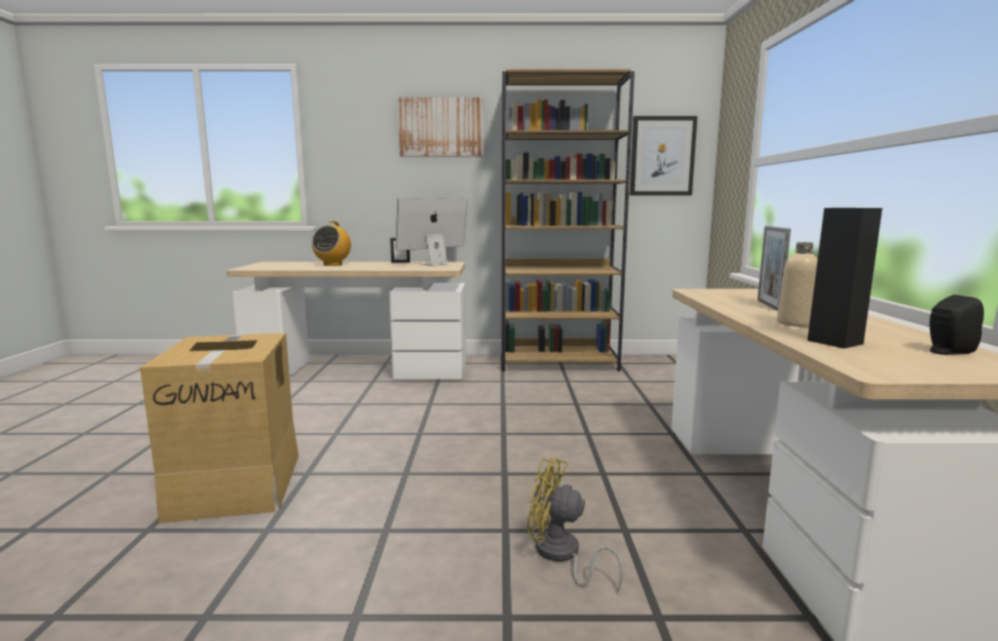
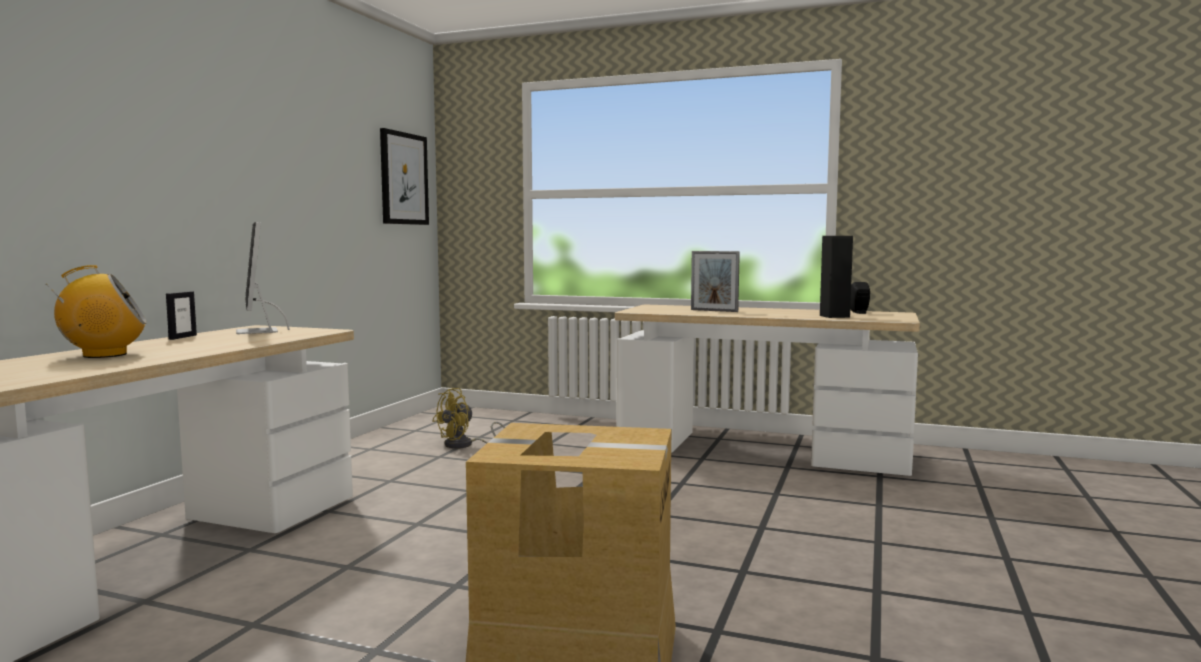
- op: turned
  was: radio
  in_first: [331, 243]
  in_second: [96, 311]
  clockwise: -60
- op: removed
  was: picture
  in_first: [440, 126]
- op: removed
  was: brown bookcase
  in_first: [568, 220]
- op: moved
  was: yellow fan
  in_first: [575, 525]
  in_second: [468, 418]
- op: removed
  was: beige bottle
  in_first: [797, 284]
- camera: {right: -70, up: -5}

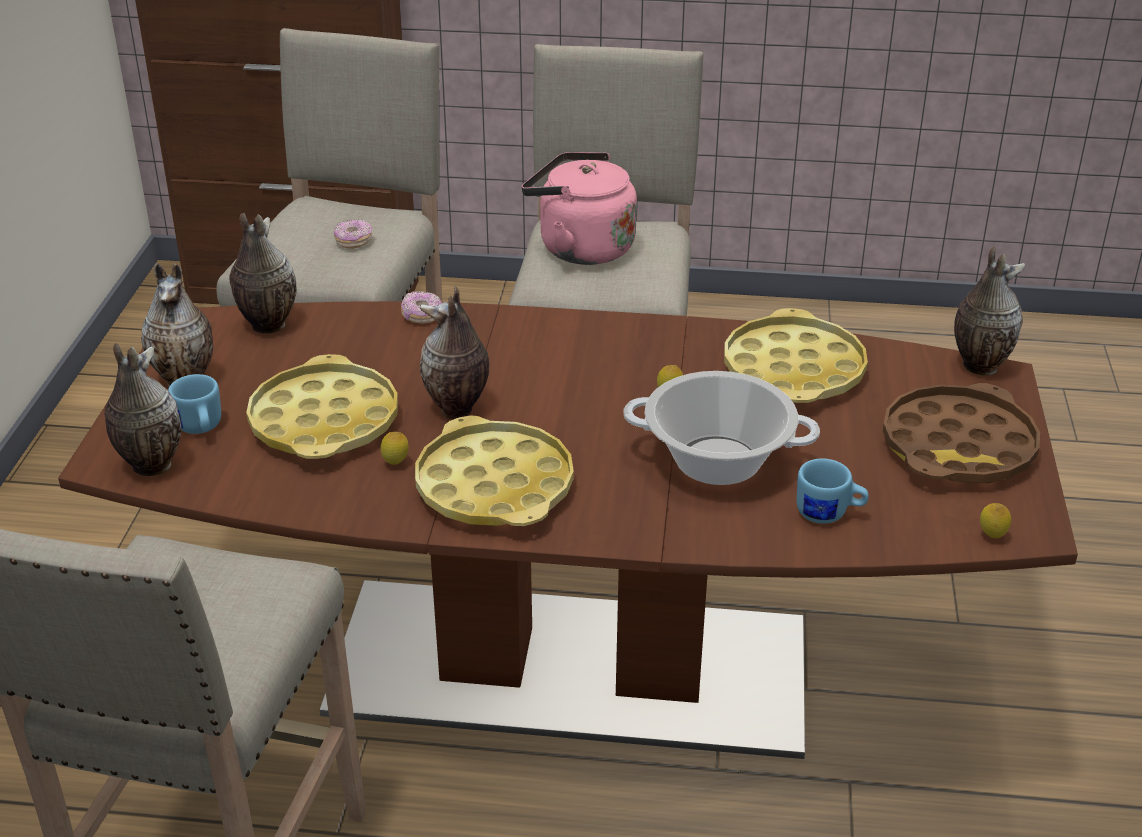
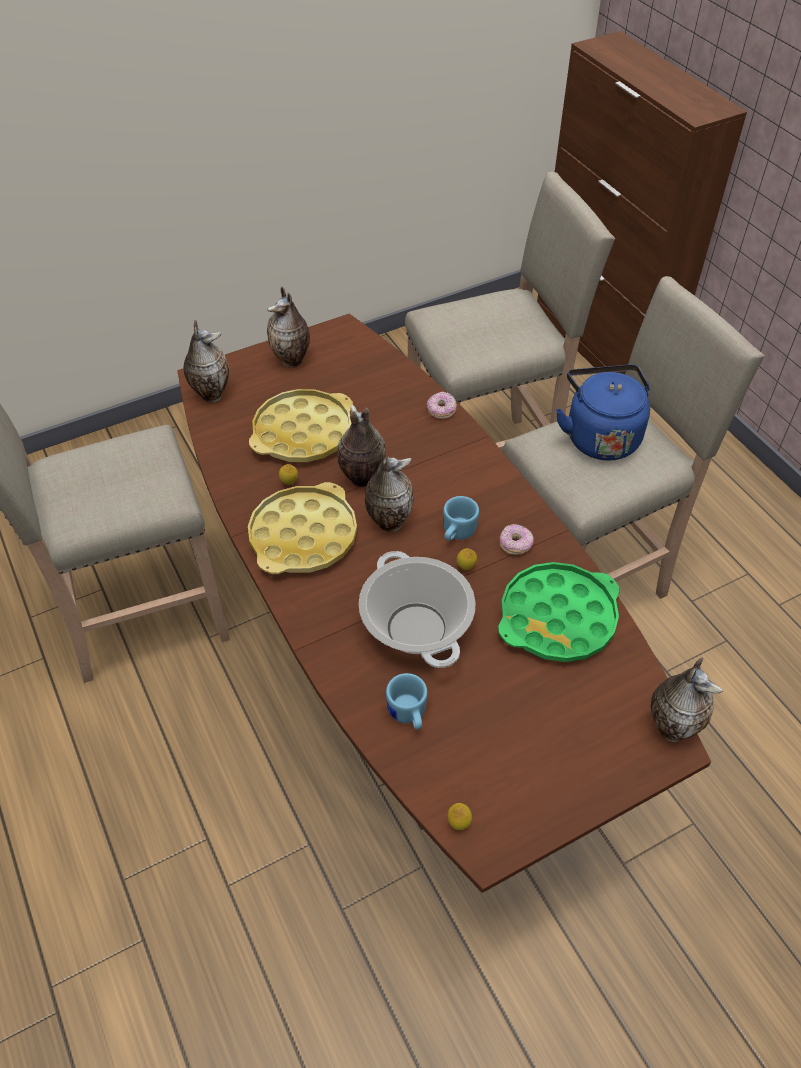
- op: moved
  was: blue mug
  in_first: [194, 404]
  in_second: [461, 518]
- op: moved
  was: vase
  in_first: [263, 273]
  in_second: [389, 490]
- op: moved
  was: donut
  in_first: [353, 234]
  in_second: [517, 539]
- op: recoloured
  was: pink kettle
  now: blue kettle
  in_first: [579, 208]
  in_second: [603, 412]
- op: recoloured
  was: yellow tray
  now: green tray
  in_first: [796, 355]
  in_second: [559, 612]
- op: removed
  was: brown tray
  in_first: [961, 433]
- camera: {right: 55, up: 15}

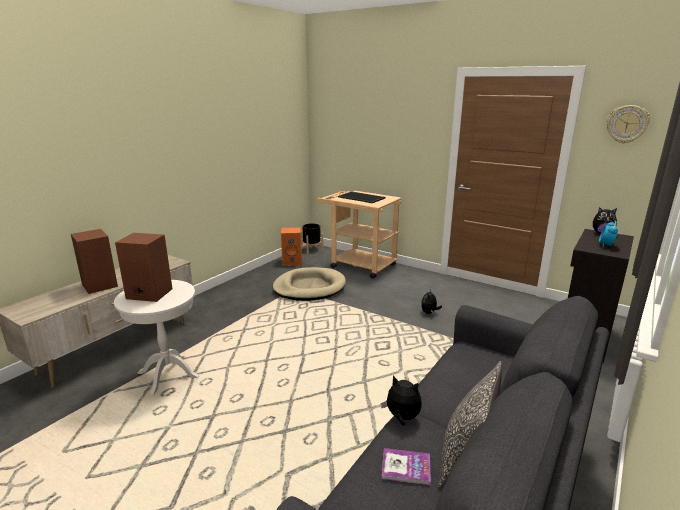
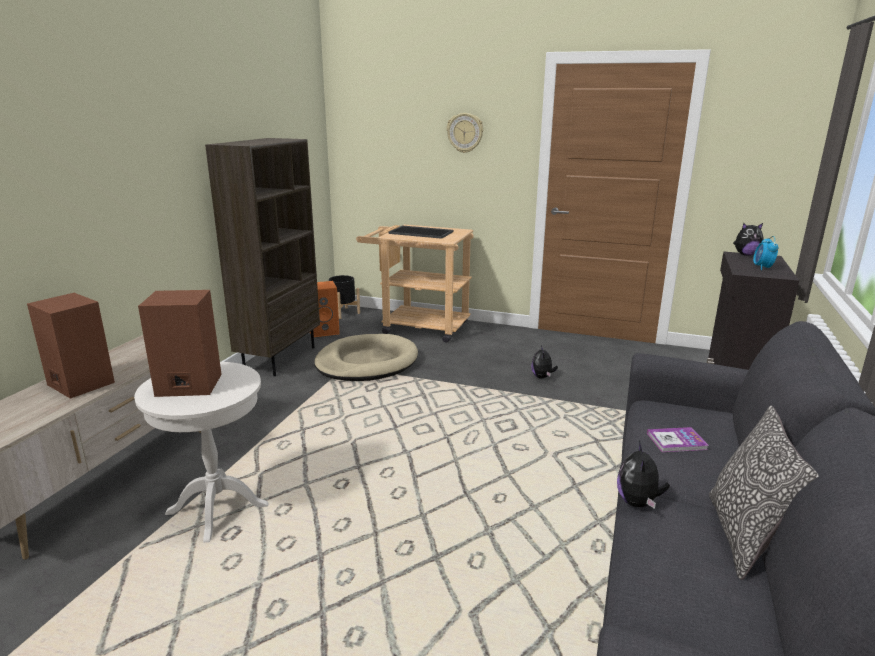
- op: turned
  was: plush toy
  in_first: [401, 400]
  in_second: [643, 475]
  clockwise: -90
- op: moved
  was: book
  in_first: [406, 466]
  in_second: [678, 439]
- op: moved
  was: wall clock
  in_first: [628, 124]
  in_second: [465, 133]
- op: added
  now: brown bookcase
  in_second: [262, 257]
- camera: {right: -15, up: 0}

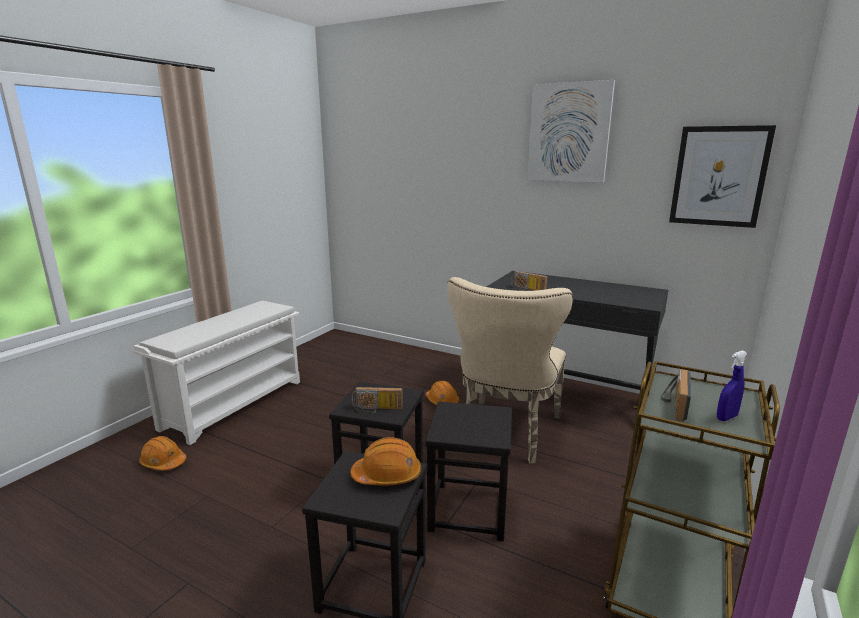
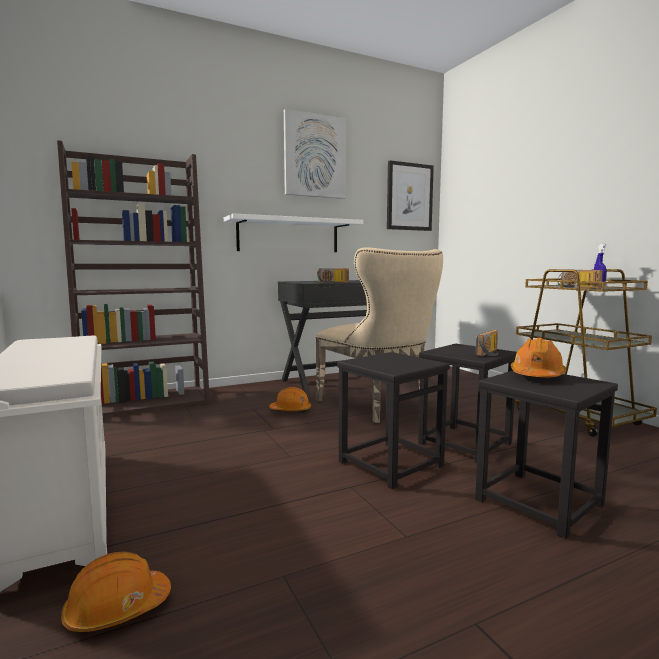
- op: moved
  was: radio
  in_first: [377, 400]
  in_second: [486, 343]
- op: added
  now: brown bookcase
  in_second: [133, 278]
- op: added
  now: white shelf
  in_second: [293, 233]
- camera: {right: -55, up: -10}

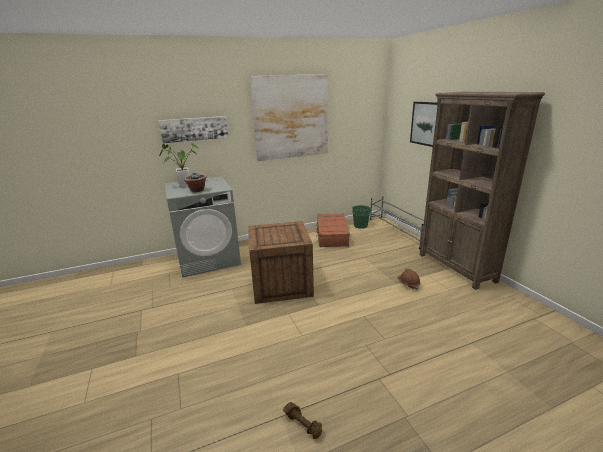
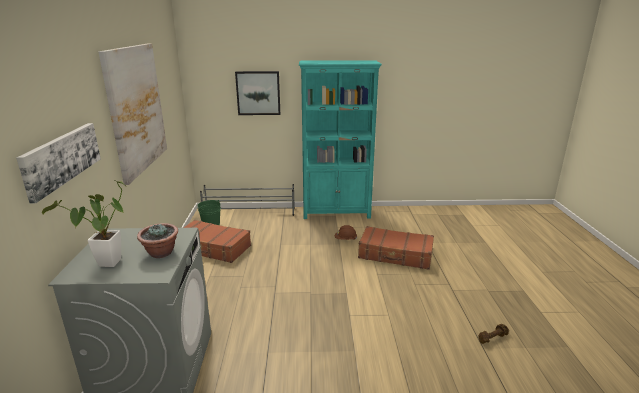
- op: removed
  was: crate
  in_first: [281, 262]
- op: recoloured
  was: brown bookcase
  now: turquoise bookcase
  in_first: [482, 191]
  in_second: [340, 139]
- op: added
  now: brown suitcase
  in_second: [396, 248]
- camera: {right: -70, up: 0}

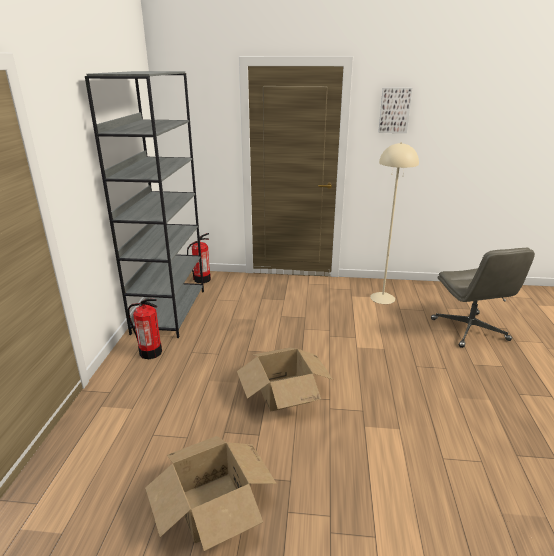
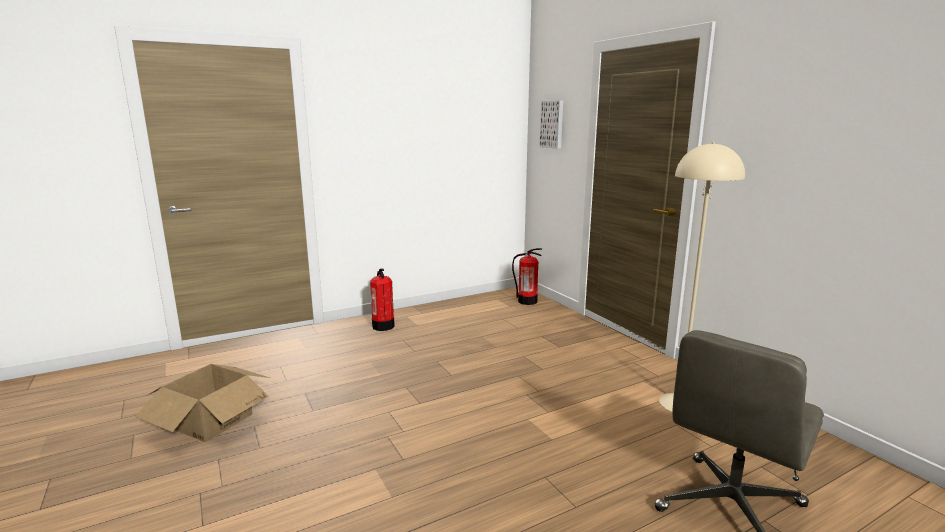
- op: removed
  was: grey bookcase
  in_first: [144, 204]
- op: removed
  was: cardboard box
  in_first: [285, 379]
- op: moved
  was: picture
  in_first: [395, 110]
  in_second: [551, 124]
- camera: {right: 55, up: -10}

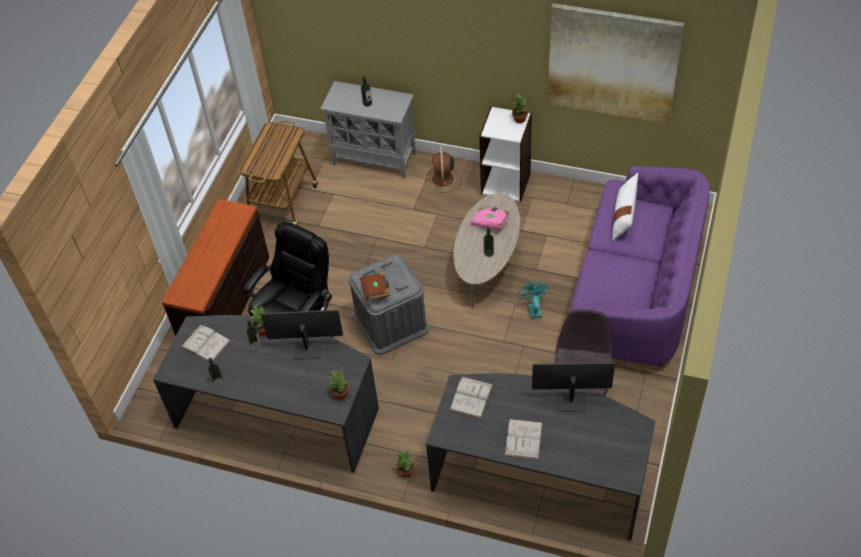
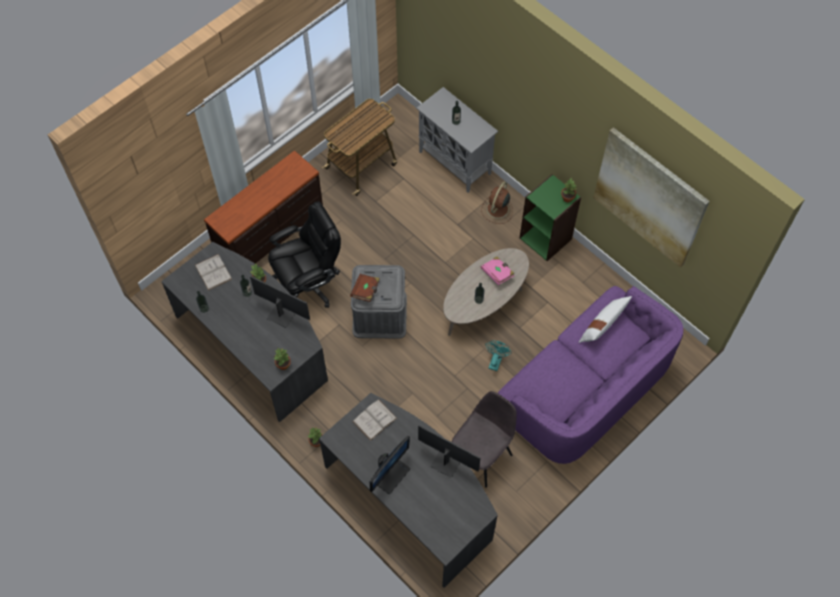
- op: recoloured
  was: white bookcase
  now: green bookcase
  in_first: [506, 154]
  in_second: [550, 217]
- op: replaced
  was: white book
  now: monitor
  in_first: [524, 439]
  in_second: [390, 465]
- camera: {right: 25, up: 10}

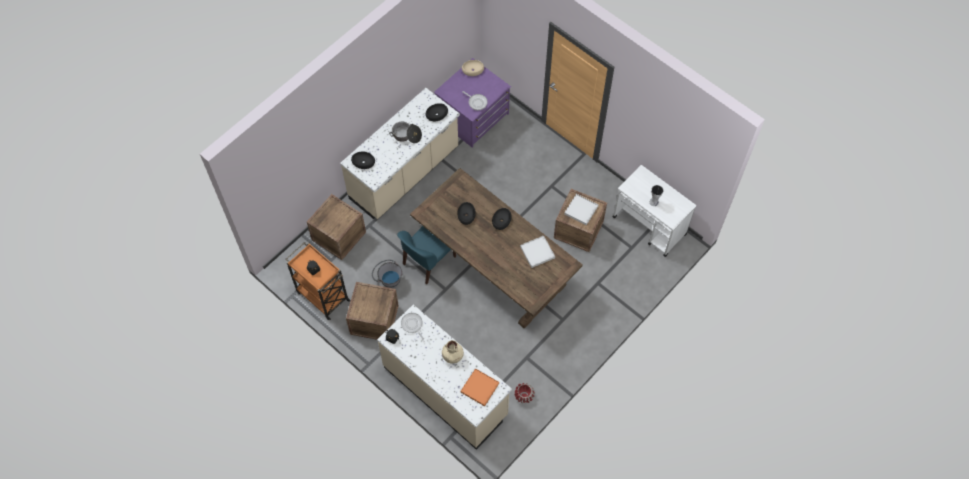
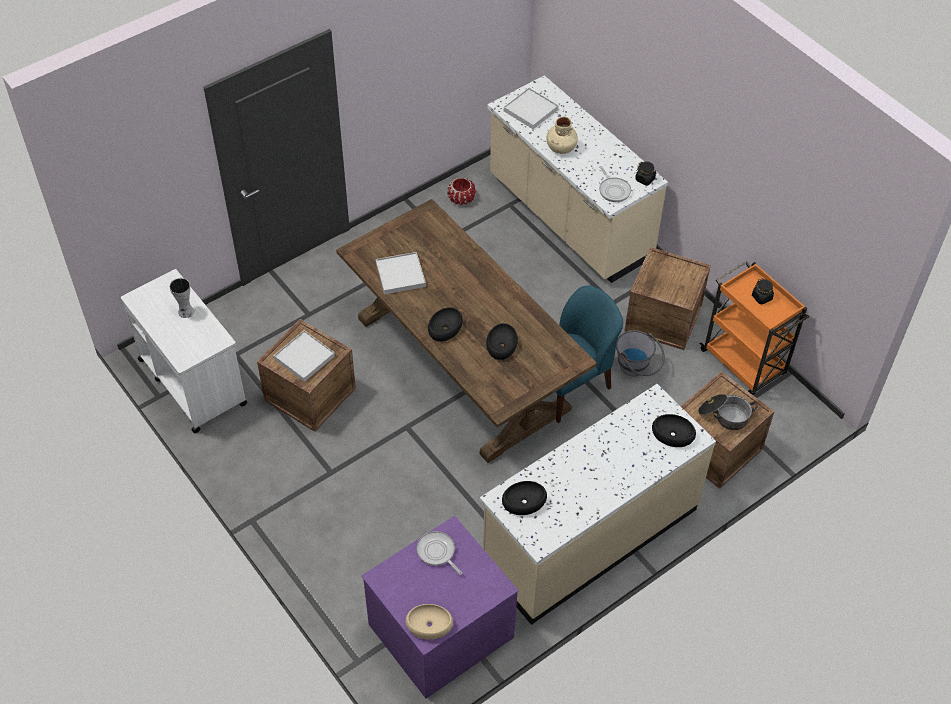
- op: moved
  was: cooking pot
  in_first: [405, 132]
  in_second: [728, 412]
- op: recoloured
  was: orange tray
  now: white tray
  in_first: [480, 387]
  in_second: [531, 108]
- camera: {right: -170, up: -10}

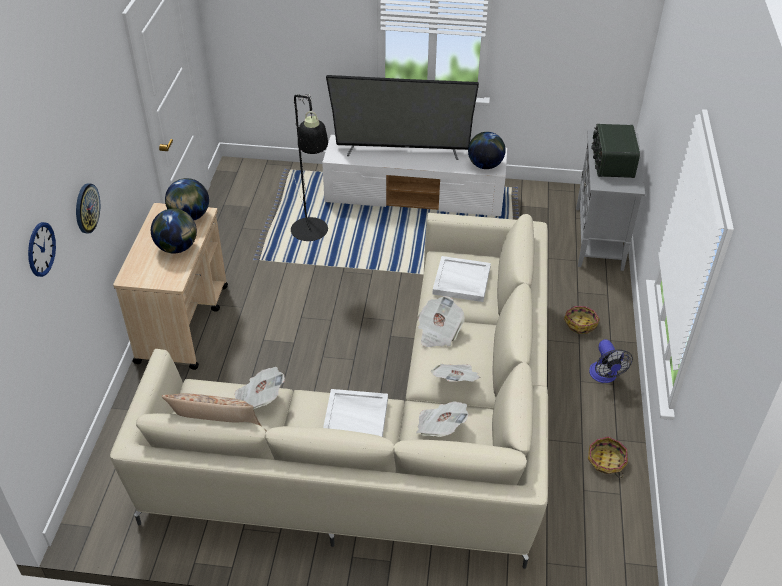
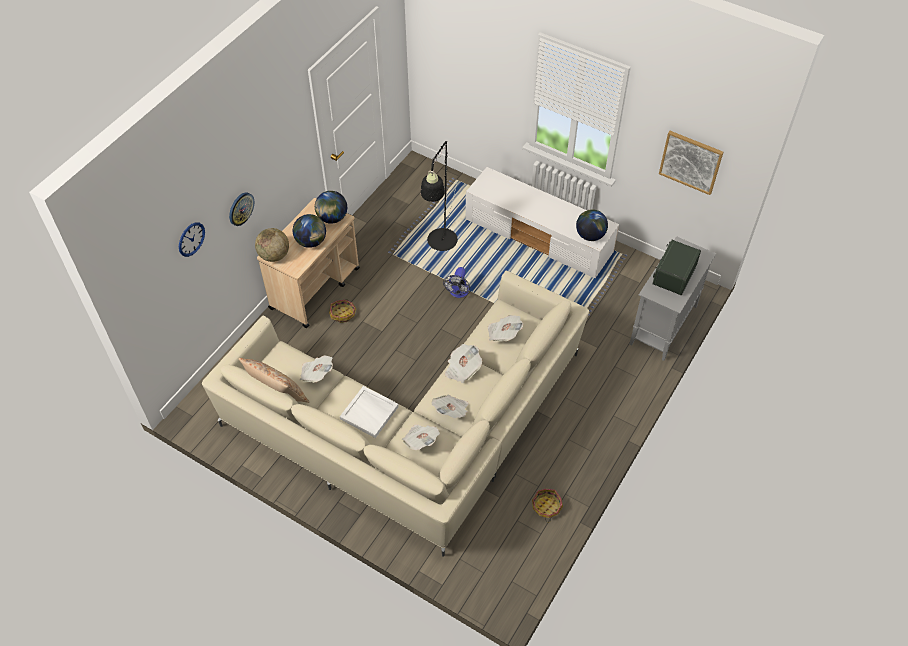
- op: removed
  was: television
  in_first: [402, 117]
- op: replaced
  was: white tray
  now: newspaper
  in_first: [462, 279]
  in_second: [505, 328]
- op: moved
  was: basket
  in_first: [582, 320]
  in_second: [342, 311]
- op: moved
  was: fan
  in_first: [611, 361]
  in_second: [456, 282]
- op: added
  now: globe
  in_second: [272, 245]
- op: added
  now: picture
  in_second: [691, 163]
- camera: {right: 25, up: 10}

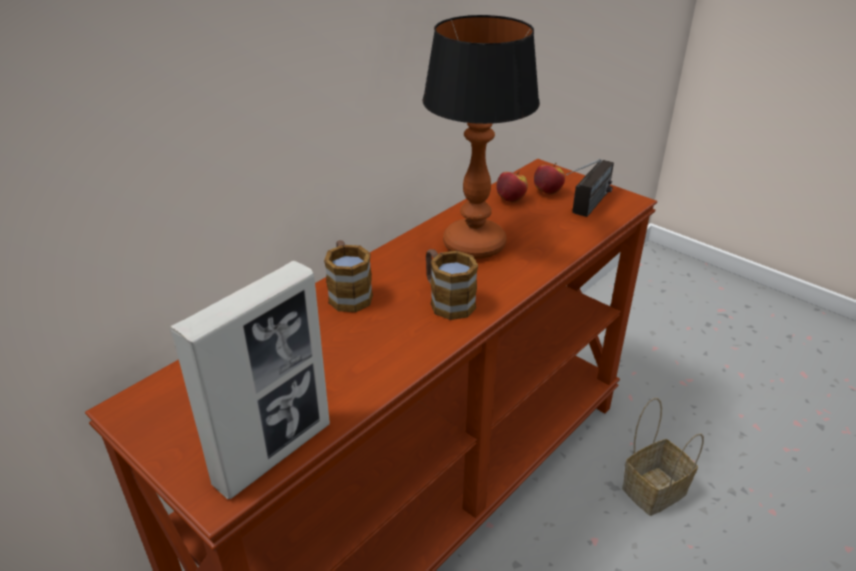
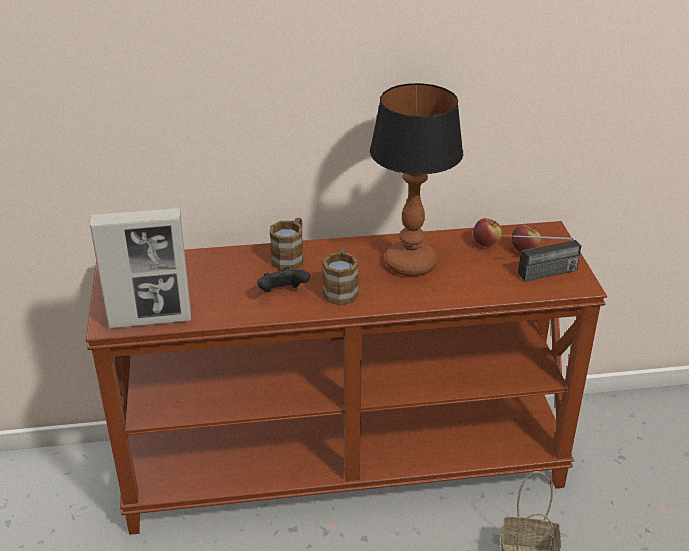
- op: added
  now: black game controller
  in_second: [283, 279]
- camera: {right: 40, up: 0}

